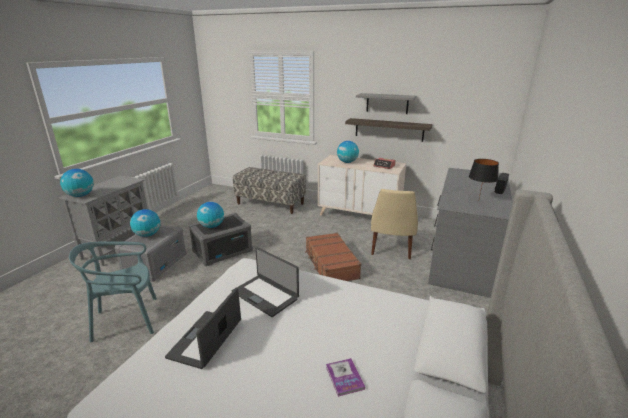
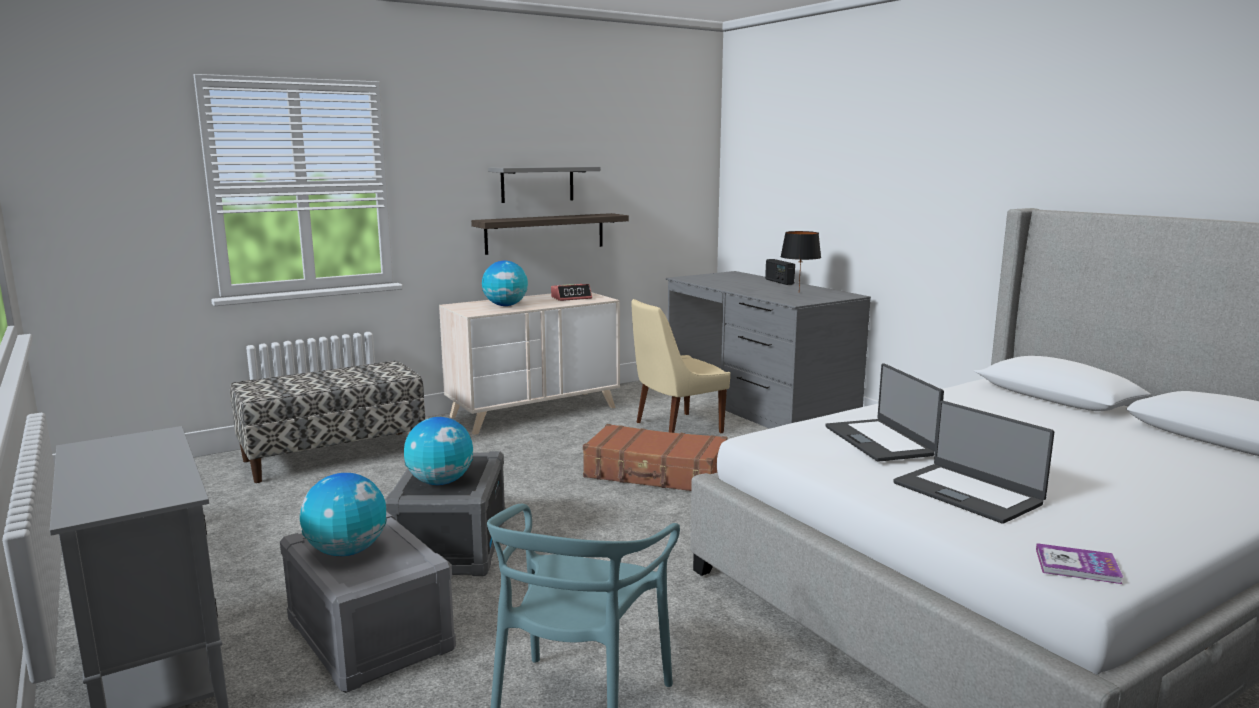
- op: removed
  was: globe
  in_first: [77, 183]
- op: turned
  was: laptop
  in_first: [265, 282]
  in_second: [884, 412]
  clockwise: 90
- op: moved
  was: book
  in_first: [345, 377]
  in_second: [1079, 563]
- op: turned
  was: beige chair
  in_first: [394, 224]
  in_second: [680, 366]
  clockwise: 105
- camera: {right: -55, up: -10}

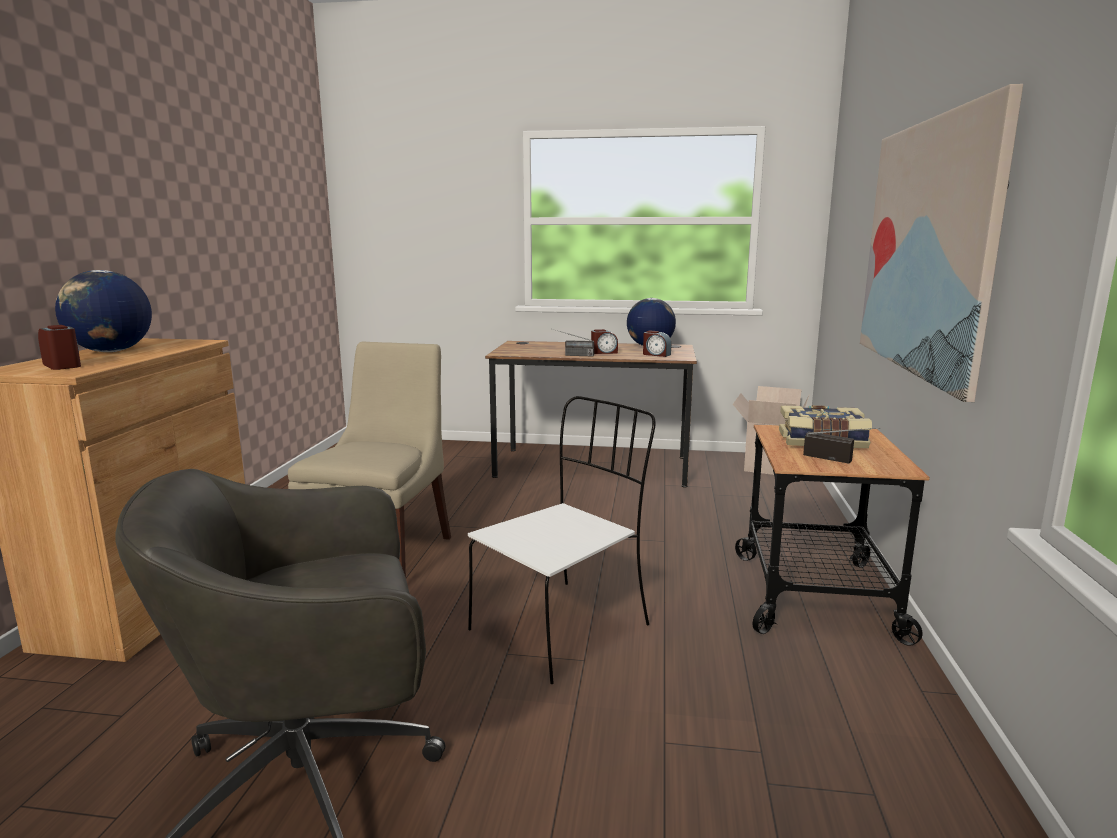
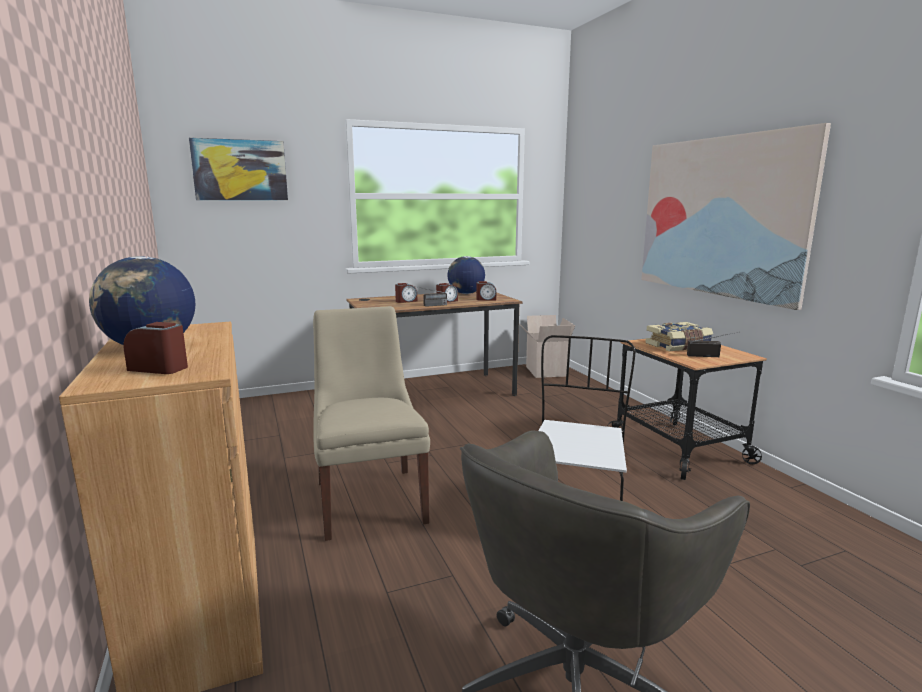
- op: added
  now: picture
  in_second: [238, 169]
- op: added
  now: alarm clock
  in_second: [406, 293]
- camera: {right: -30, up: 0}

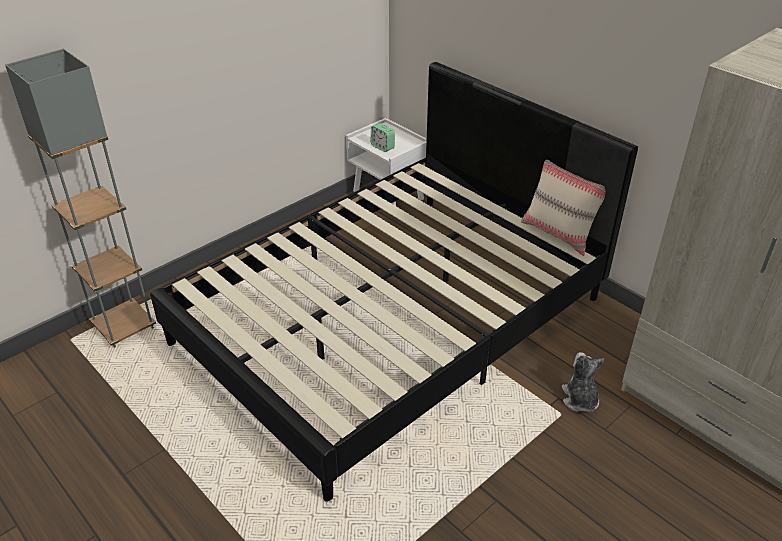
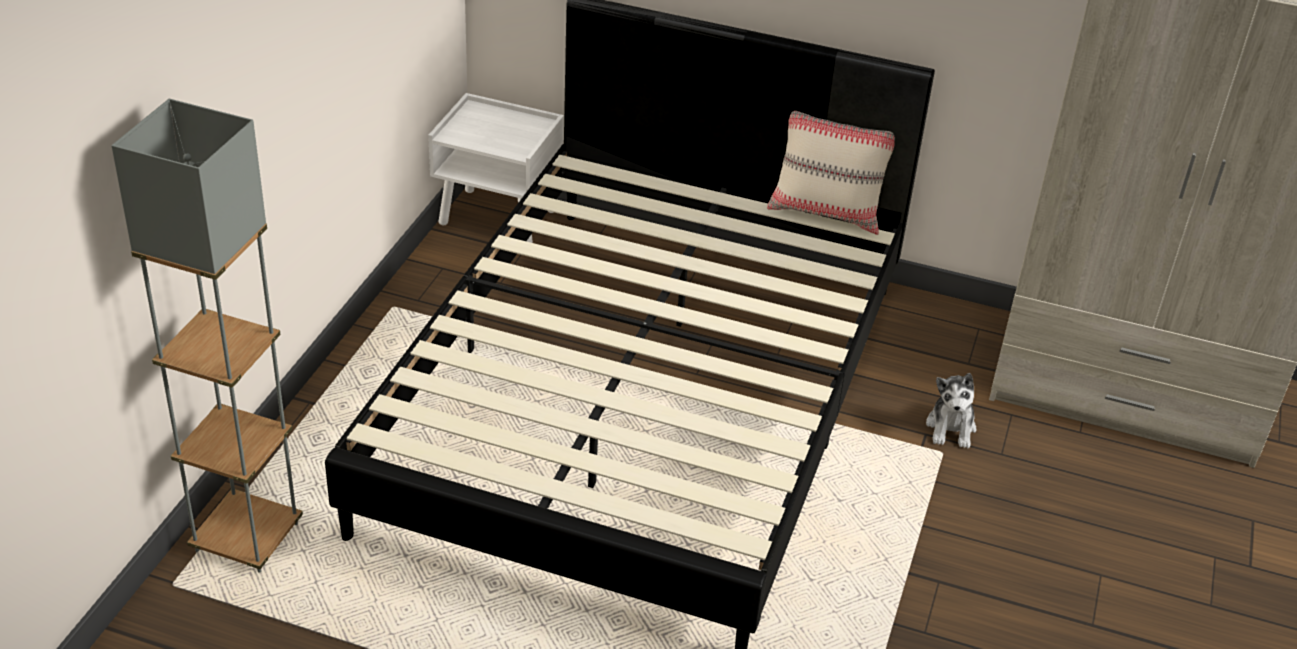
- op: removed
  was: alarm clock
  in_first: [383, 137]
- op: turned
  was: plush toy
  in_first: [583, 382]
  in_second: [951, 410]
  clockwise: -135
- camera: {right: -30, up: 0}

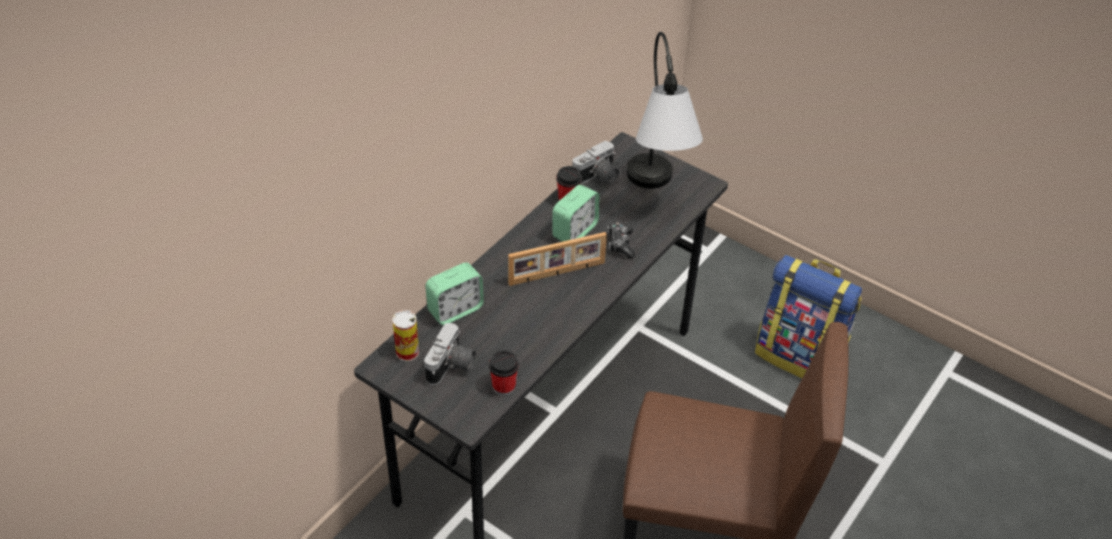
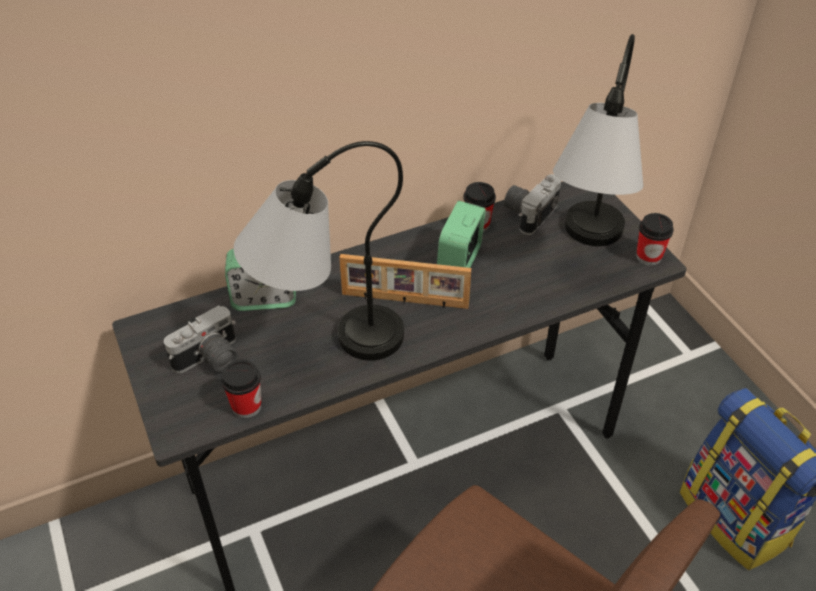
- op: removed
  was: can
  in_first: [405, 336]
- op: turned
  was: alarm clock
  in_first: [575, 213]
  in_second: [461, 234]
  clockwise: 135
- op: turned
  was: photo camera
  in_first: [595, 162]
  in_second: [532, 204]
  clockwise: 135
- op: removed
  was: game controller
  in_first: [621, 239]
- op: added
  now: table lamp
  in_second: [319, 251]
- op: added
  now: cup
  in_second: [655, 239]
- camera: {right: 30, up: 0}

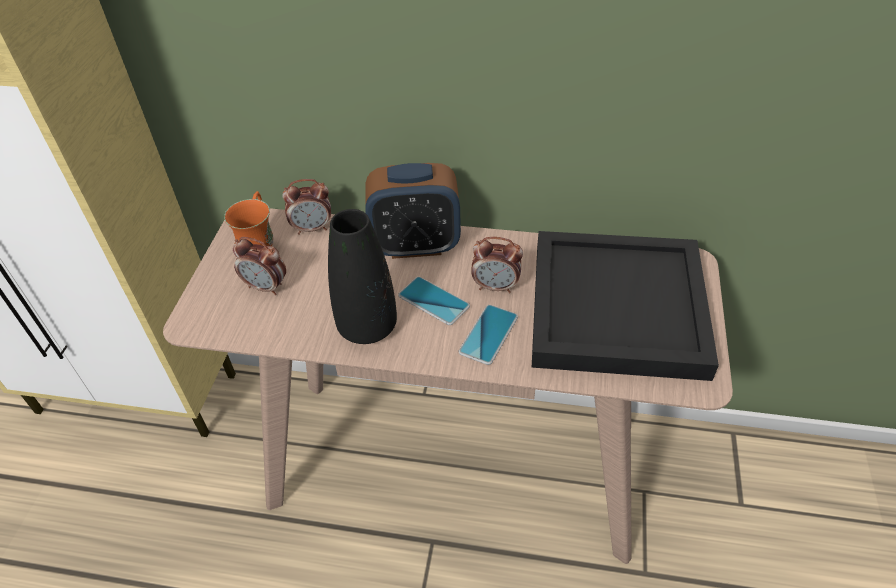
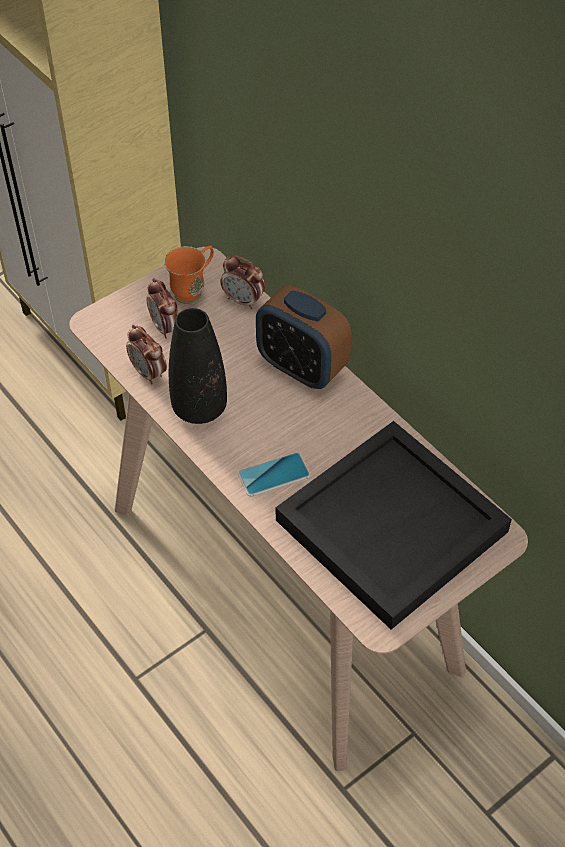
- op: removed
  was: phone
  in_first: [434, 301]
- op: moved
  was: alarm clock
  in_first: [497, 265]
  in_second: [146, 354]
- camera: {right: 40, up: 5}

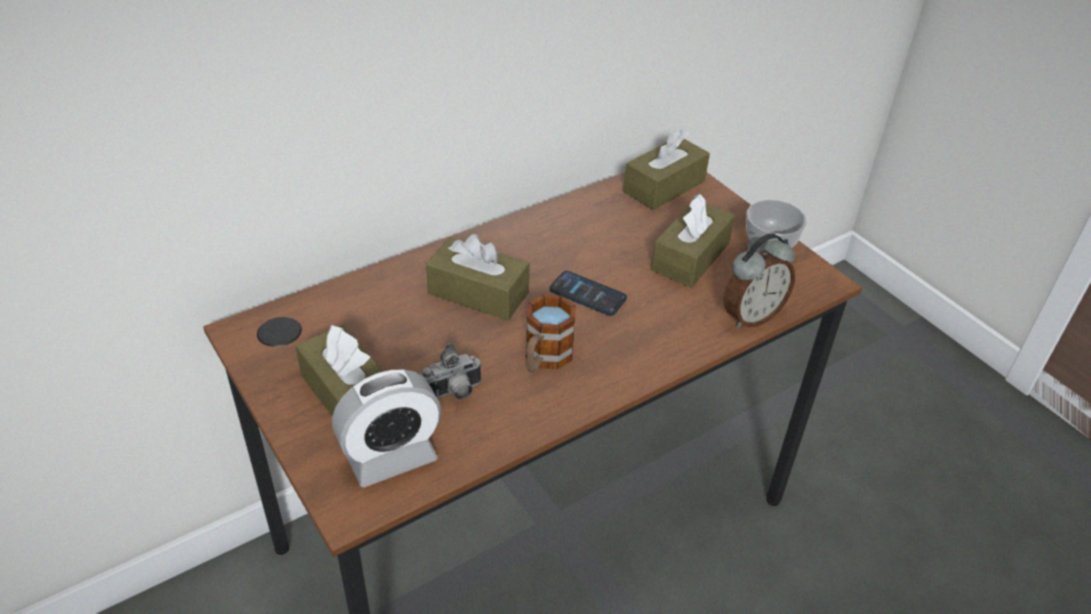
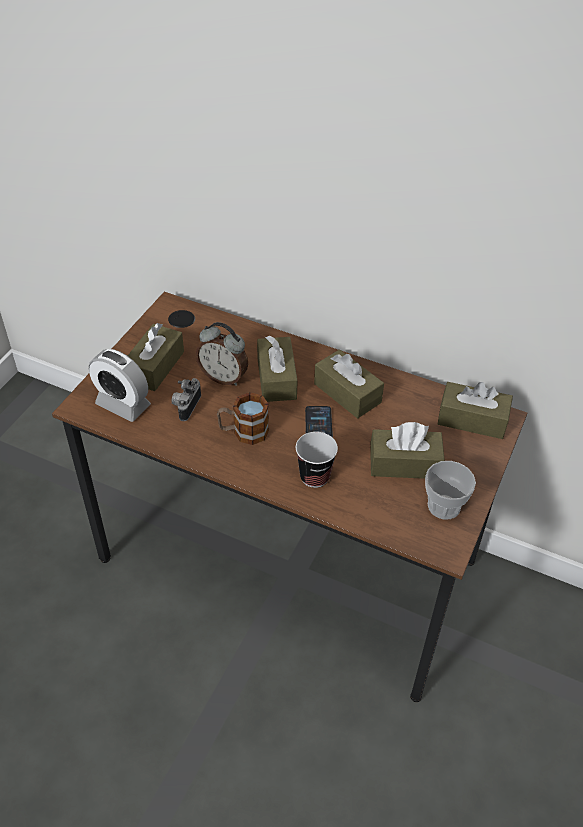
- op: turned
  was: photo camera
  in_first: [450, 371]
  in_second: [186, 399]
  clockwise: 75
- op: moved
  was: alarm clock
  in_first: [759, 281]
  in_second: [222, 353]
- op: added
  now: cup
  in_second: [317, 460]
- op: added
  now: brown tissue box
  in_second: [349, 383]
- camera: {right: 60, up: 5}

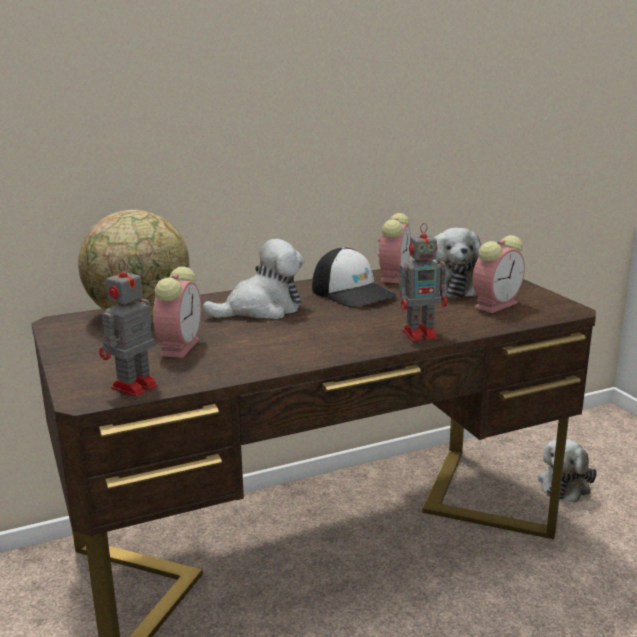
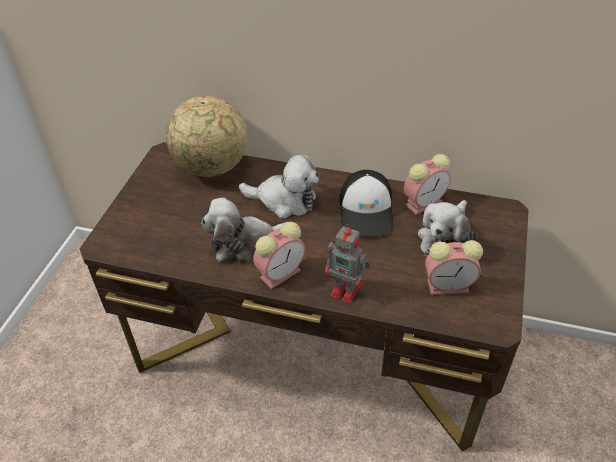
- op: removed
  was: toy robot
  in_first: [128, 328]
- op: moved
  was: alarm clock
  in_first: [177, 312]
  in_second: [279, 255]
- op: moved
  was: plush toy
  in_first: [567, 471]
  in_second: [243, 230]
- camera: {right: 40, up: 25}

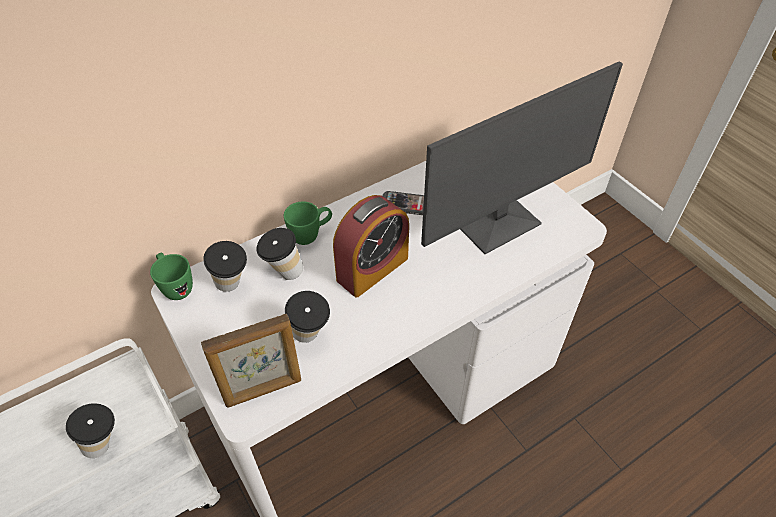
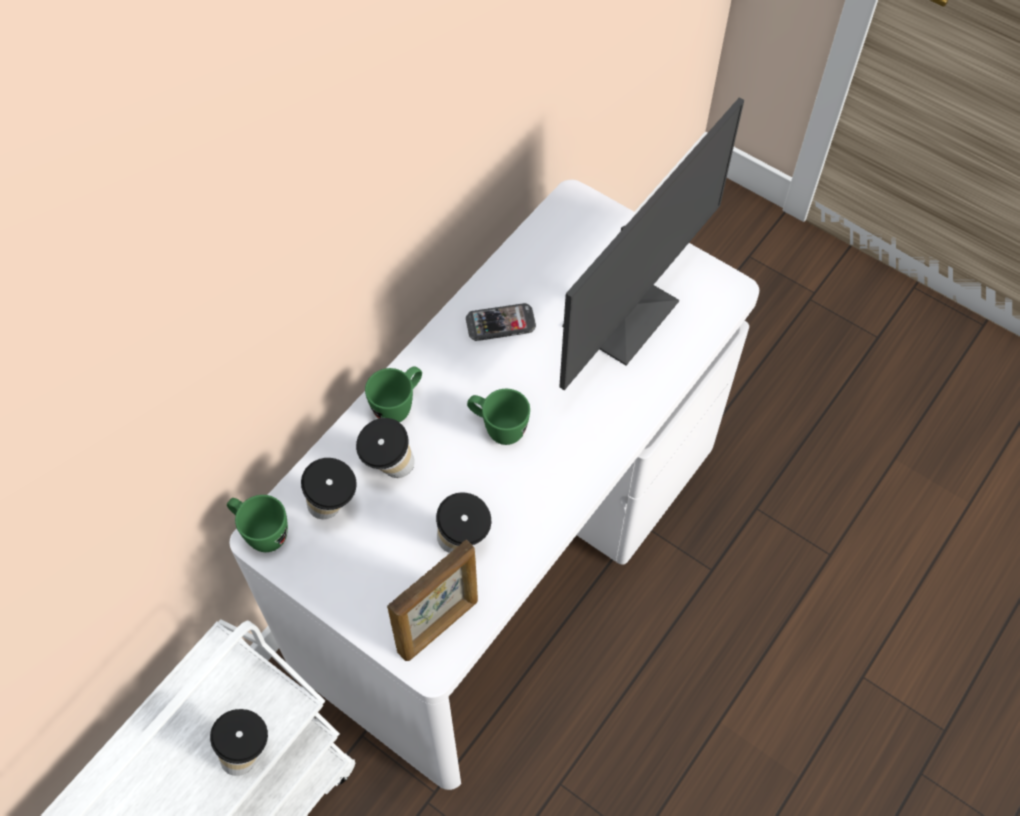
- op: replaced
  was: alarm clock
  now: green mug
  in_first: [371, 246]
  in_second: [498, 417]
- camera: {right: -20, up: 10}

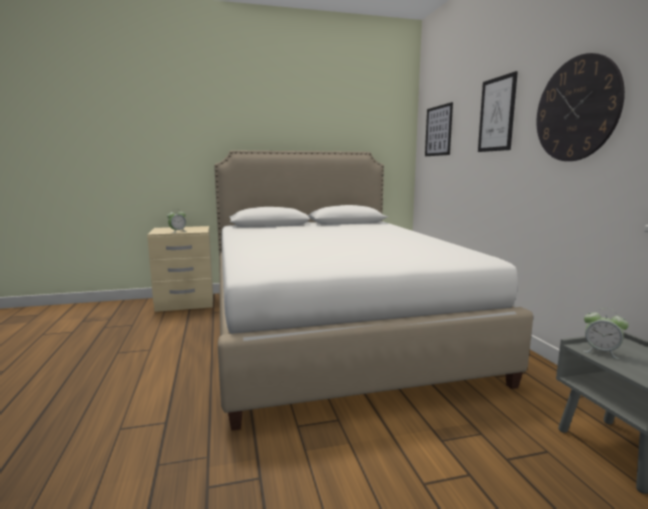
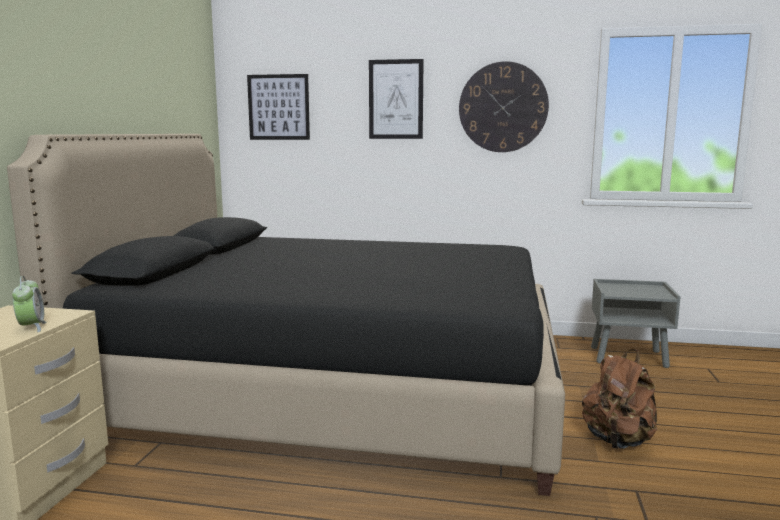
- op: recoloured
  was: white bed
  now: black bed
  in_first: [373, 290]
  in_second: [286, 315]
- op: removed
  was: alarm clock
  in_first: [606, 333]
- op: added
  now: brown backpack
  in_second: [619, 399]
- camera: {right: -65, up: 0}

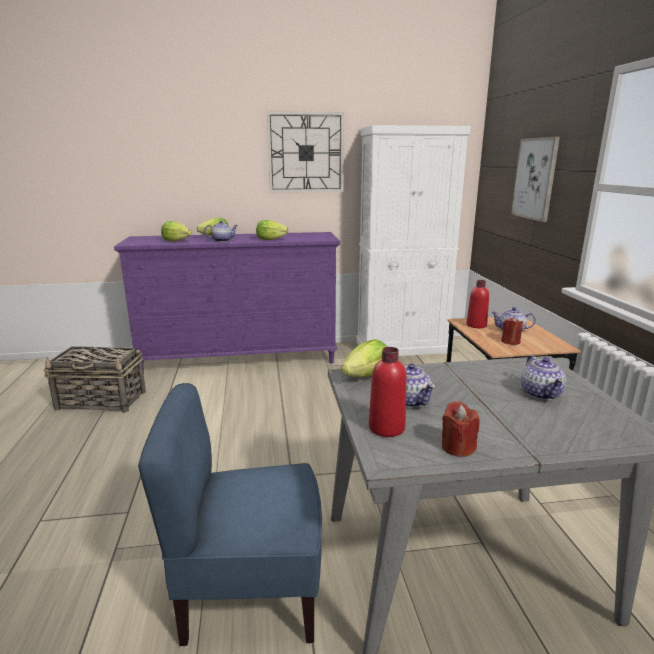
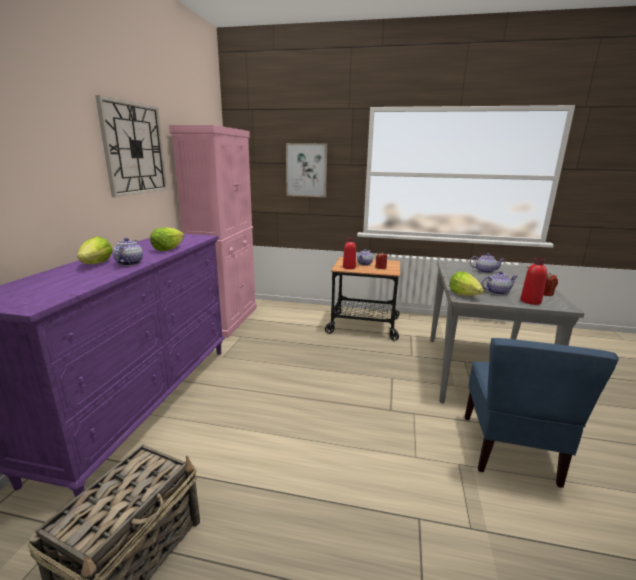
- op: removed
  was: lettuce
  in_first: [176, 231]
- op: recoloured
  was: white cabinet
  now: pink cabinet
  in_first: [414, 240]
  in_second: [212, 231]
- camera: {right: -70, up: 0}

